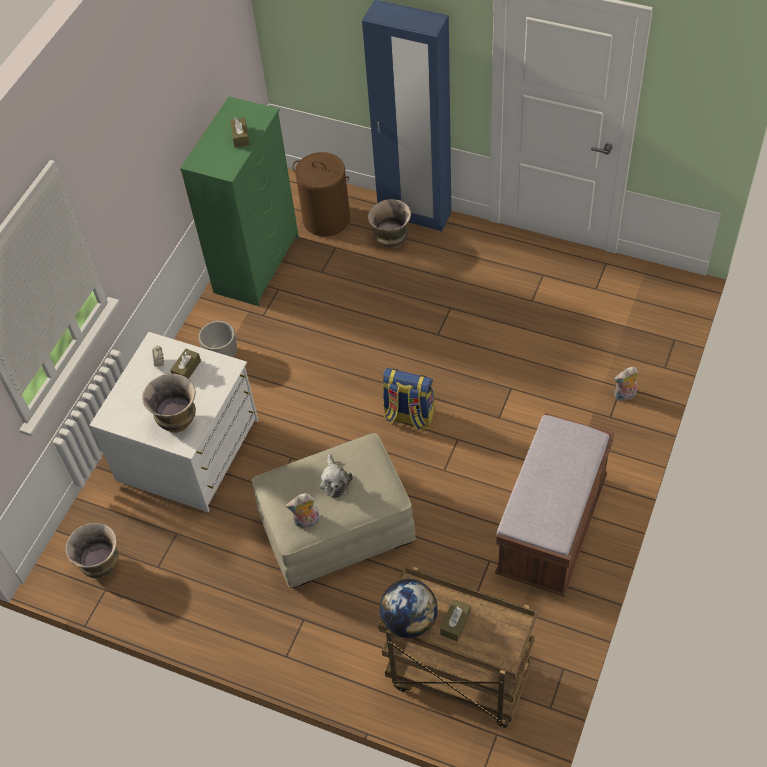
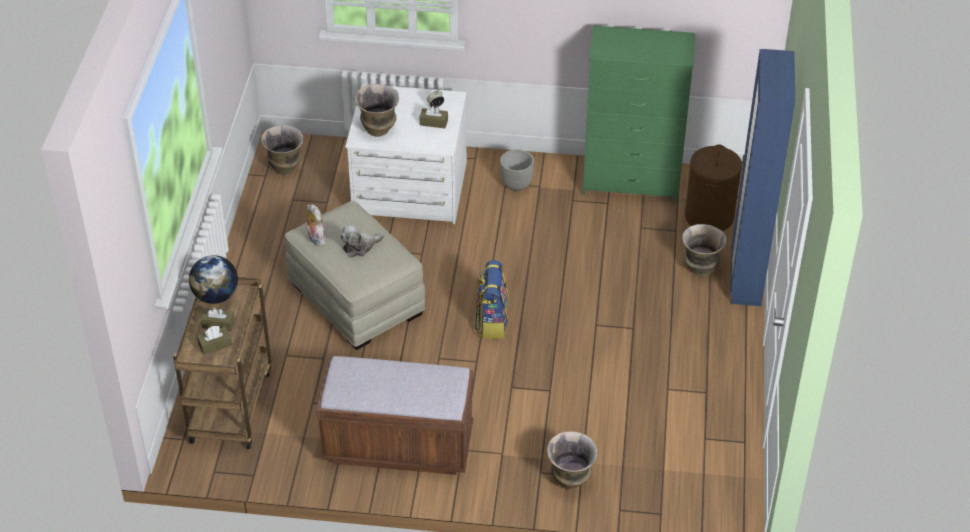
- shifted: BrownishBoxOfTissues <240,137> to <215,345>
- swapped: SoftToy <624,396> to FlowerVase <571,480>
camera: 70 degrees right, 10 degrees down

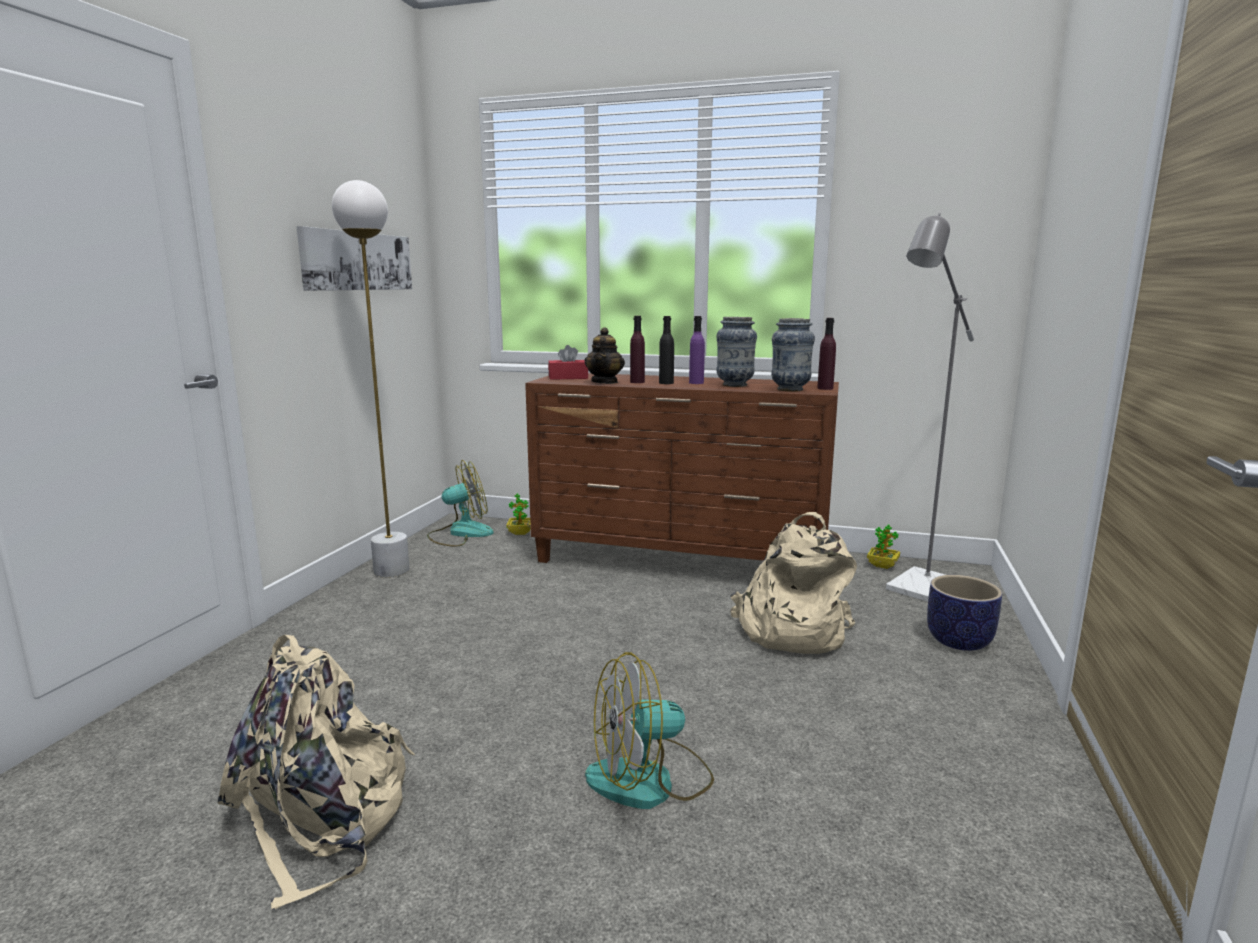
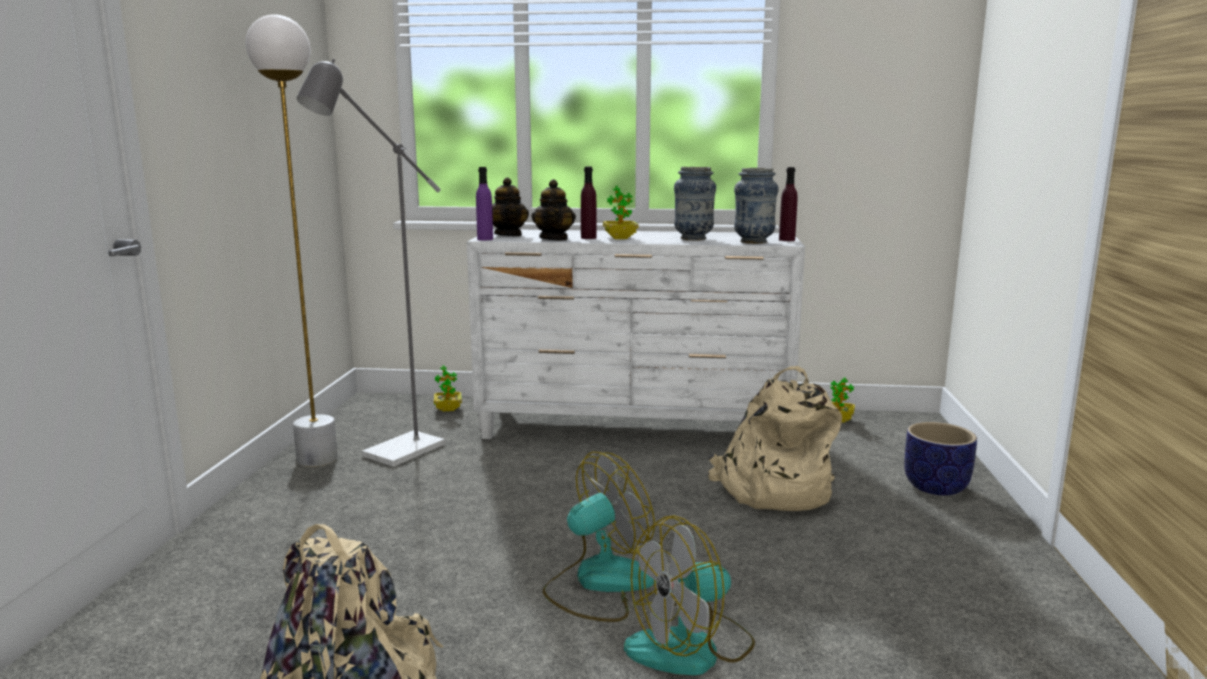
- shifted: GrayStandingLamp <915,589> to <393,455>
- gone: WallArt <357,261>
- swapped: BlackishDrinkBottle <666,383> to Houseplant <620,238>
- shifted: PurpleDrinkBottle <696,383> to <485,239>
- swapped: RedColouredBoxOfTissues <568,377> to TeaPot <508,235>
- repainted: BrownishChestOfDrawers <680,563> to WhiteColouredChestOfDrawers <635,430>
- shifted: ElectricFan <460,533> to <599,583>
camera: 10 degrees left, 0 degrees up

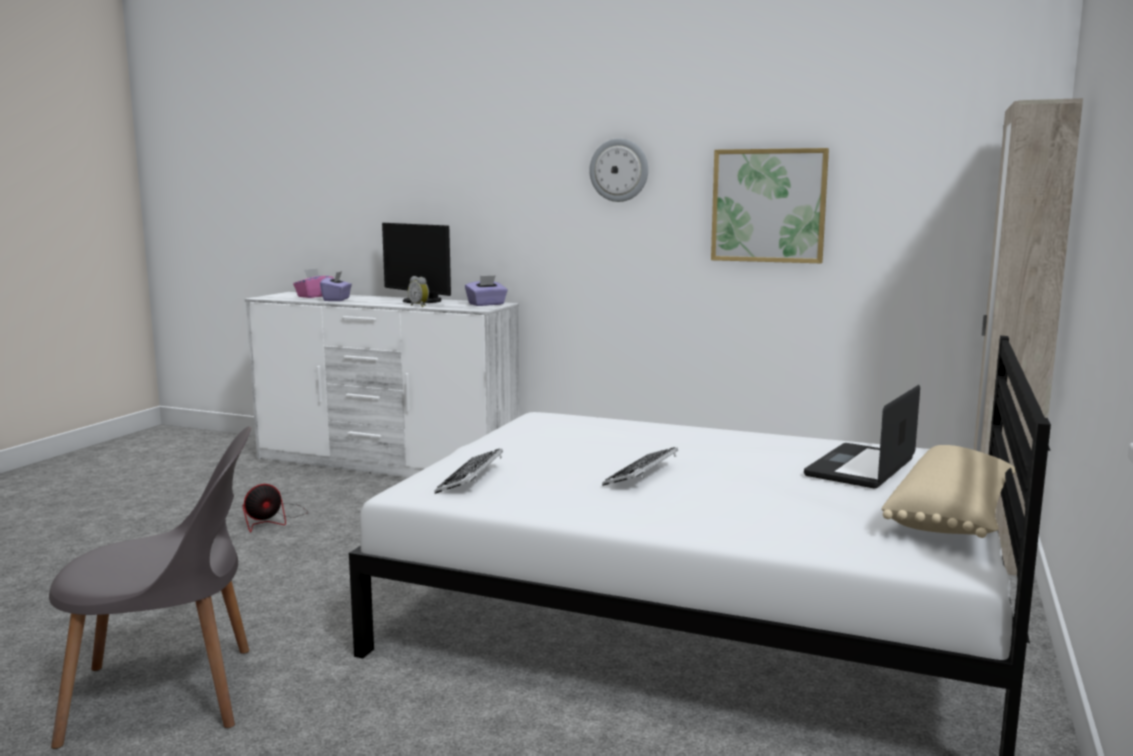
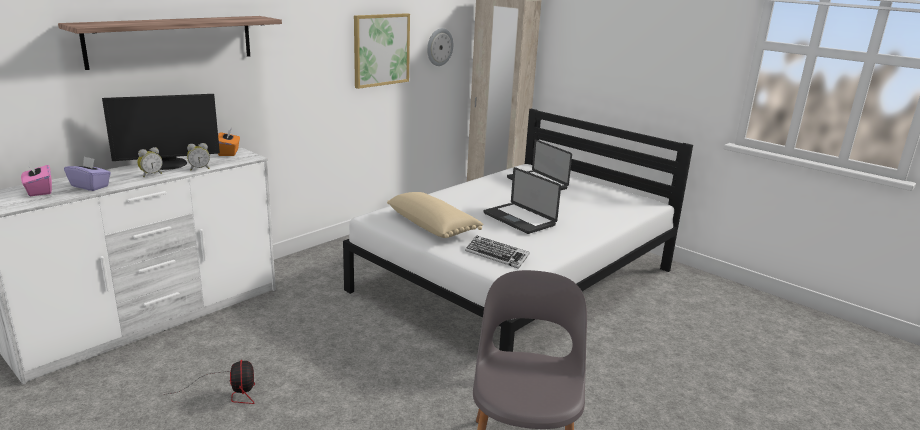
- shifted: WallClock <619,170> to <439,47>
- repainted: PurpleBoxOfTissues <486,304> to OrangeColouredBoxOfTissues <229,152>
- shifted: SandColouredCushion <953,517> to <433,226>
- swapped: Keyboard <642,474> to NotebookComputer <519,219>
- new: BracketShelf <172,41>
- new: TableClock <151,174>
camera: 70 degrees left, 10 degrees up

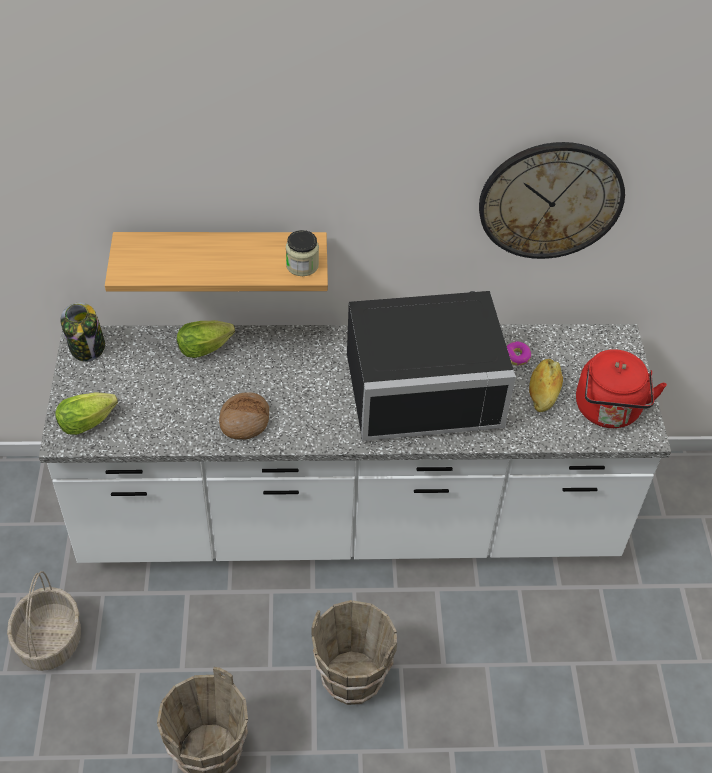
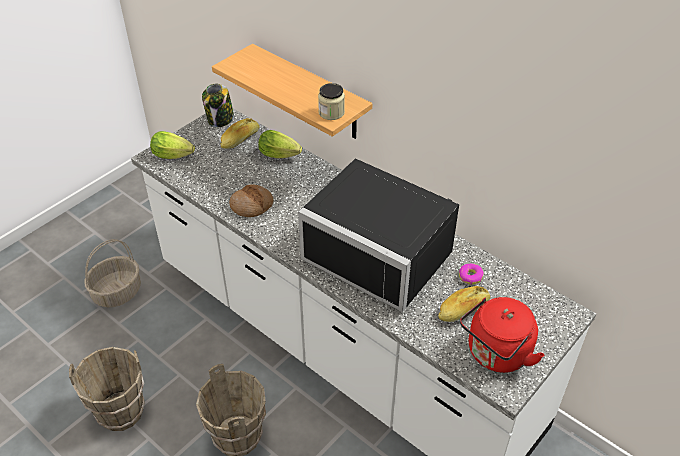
- gone: WallClock <550,200>
- new: BakedBread <240,139>
camera: 45 degrees right, 5 degrees down

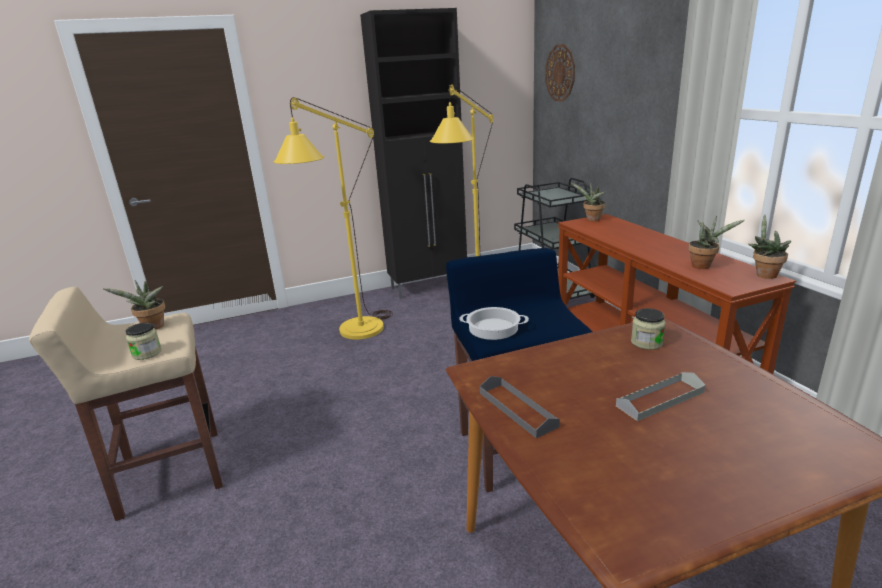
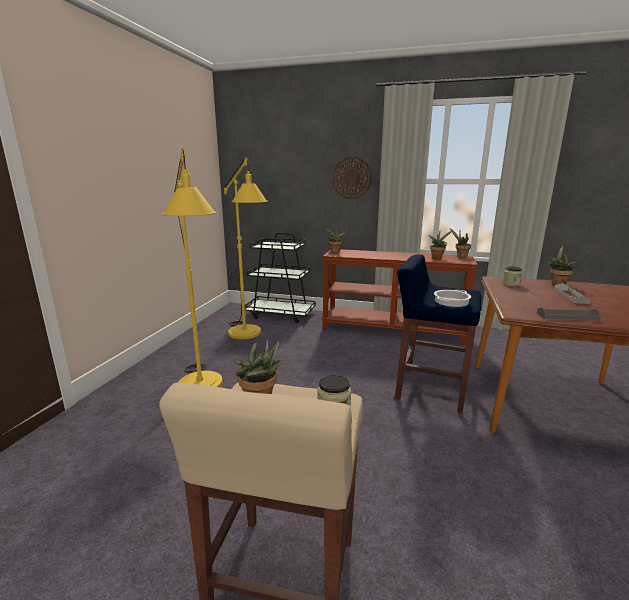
- gone: BlackishCabinet <429,287>
- shifted: WallClock <560,73> to <352,178>
- new: Houseplant <557,283>
camera: 55 degrees left, 5 degrees down

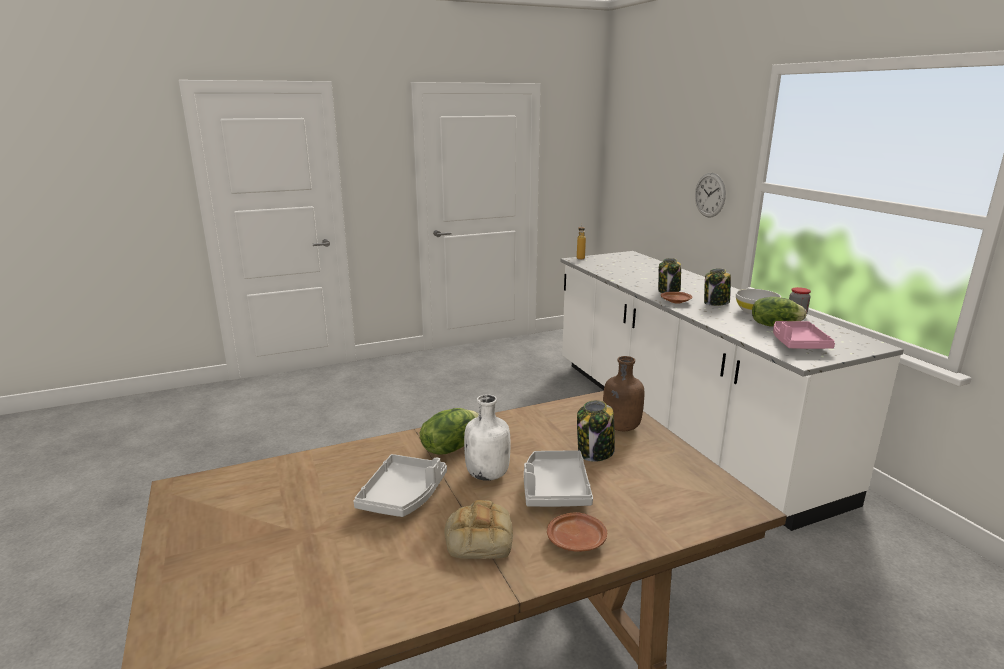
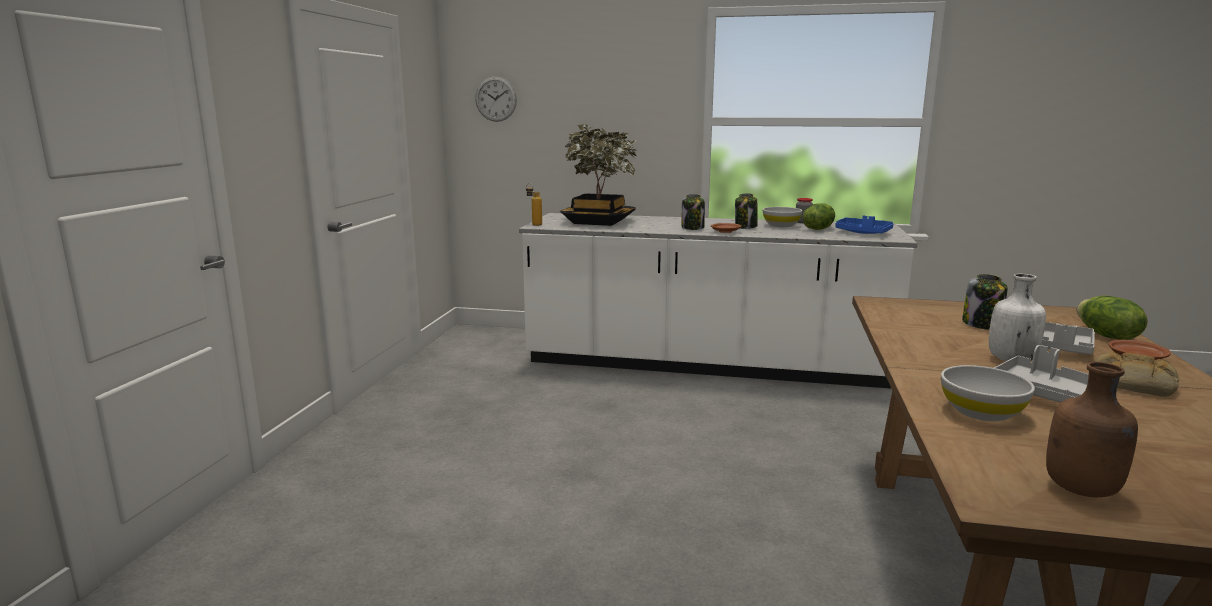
- shifted: WallClock <710,195> to <496,99>
- repainted: PinkColouredCarryingTray <797,343> to BlueCarryingTray <862,233>
- shifted: BrownishDrinkBottle <620,427> to <1082,490>
- shifted: HeadOfLettuce <450,447> to <1106,336>
- new: Houseplant <598,221>
- new: WhiteColouredServingBowl <981,412>
camera: 55 degrees left, 5 degrees down

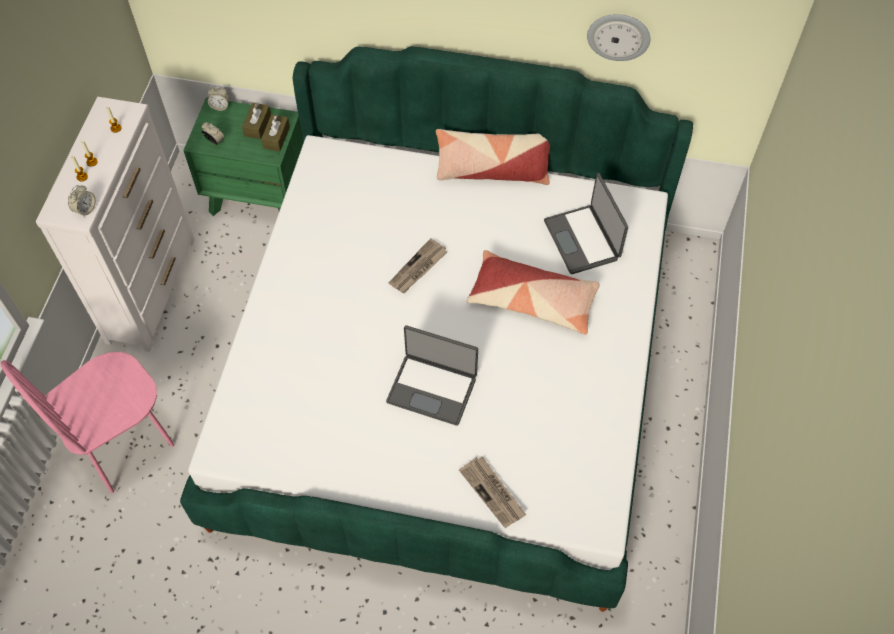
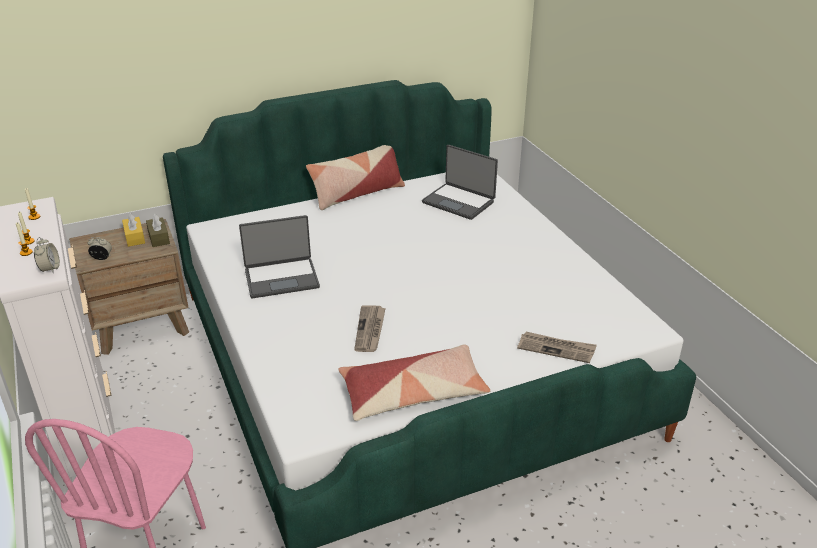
- gone: WallClock <618,36>
- gone: TableClock <220,106>
- repainted: GreenBedsideTable <259,195> to BrownishBedsideTable <142,326>
- repainted: BrownishBoxOfTissues <257,125> to YellowBoxOfTissues <134,237>
- shifted: Newspaper <418,268> to <370,330>
- shifted: Cushion <533,300> to <414,393>
- shifted: NotebookComputer <432,388> to <281,278>
camera: 35 degrees left, 25 degrees down

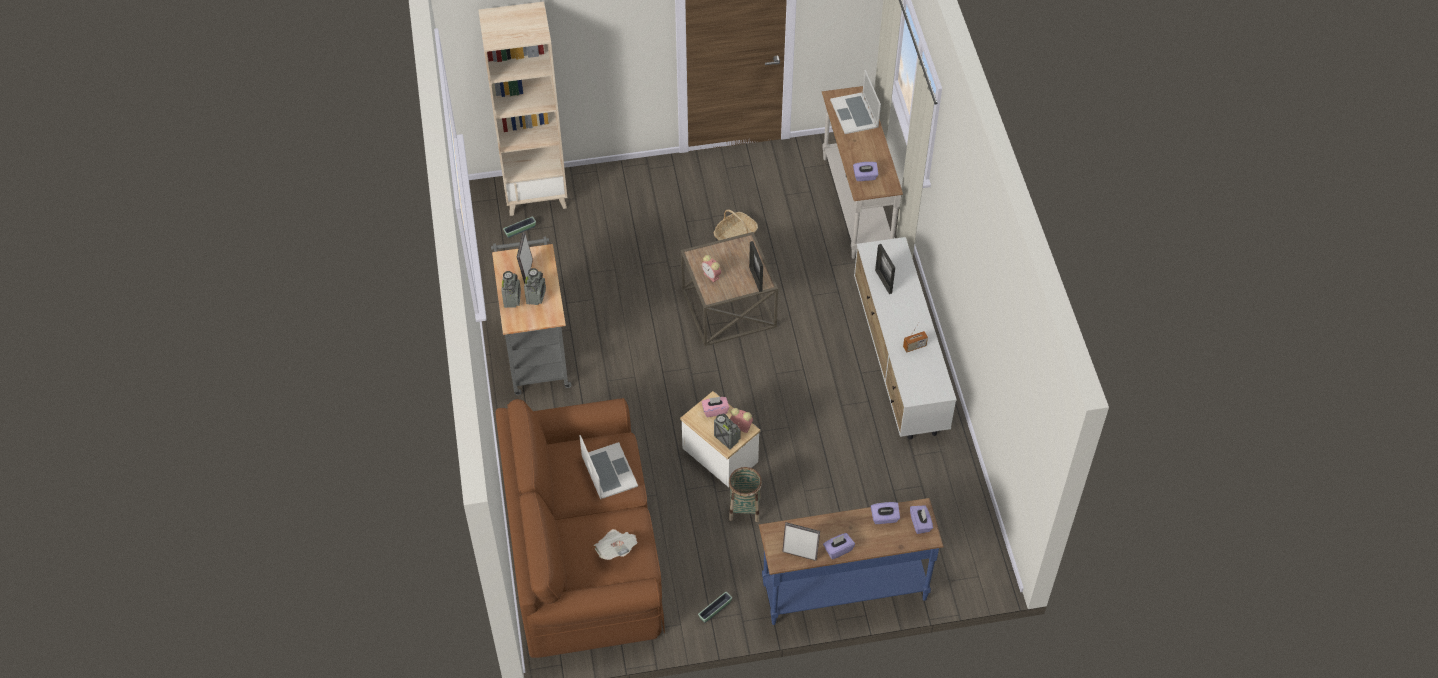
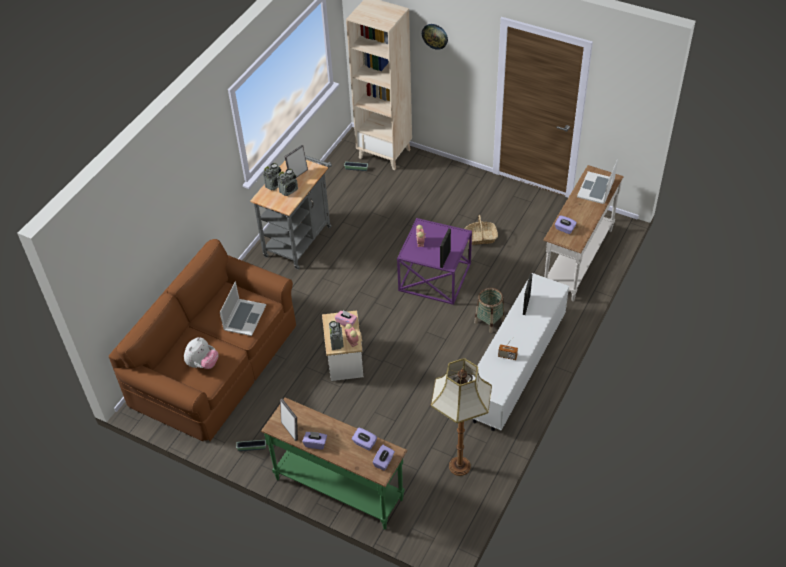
- repainted: BrownishSideTable <729,308> to PurpleSideTable <435,277>
- shifted: StorageBasket <744,508> to <489,321>
- repainted: BlueConsoleTable <844,590> to GreenConsoleTable <339,488>
- swapped: Newspaper <616,549> to SoftToy <203,364>
- new: WallClock <435,36>
- new: StandingLamp <459,465>
camera: 40 degrees right, 5 degrees down

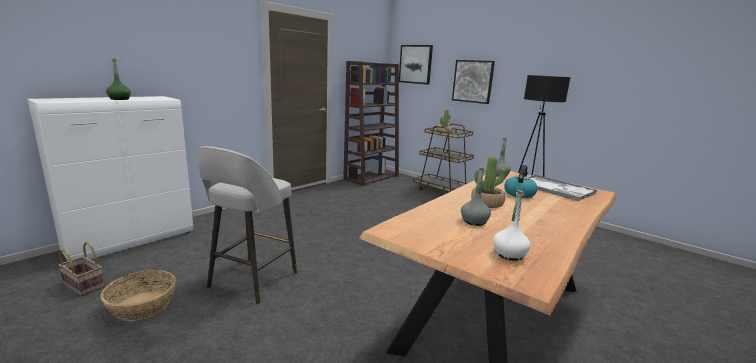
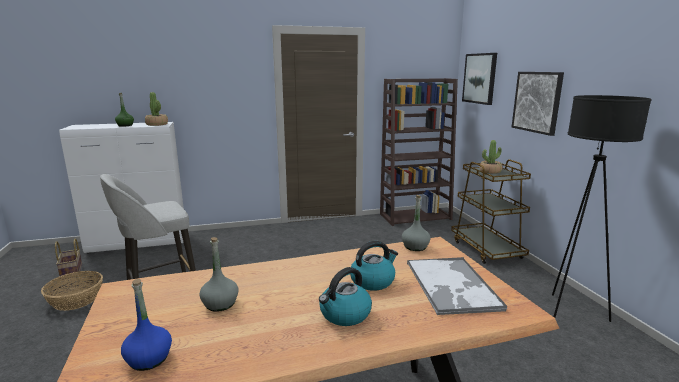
- shifted: Houseplant <487,203> to <157,124>
- repainted: WhiteColouredDrinkBottle <509,254> to BlueDrinkBottle <149,359>
- new: TeaKettle <344,314>
camera: 35 degrees right, 0 degrees up

